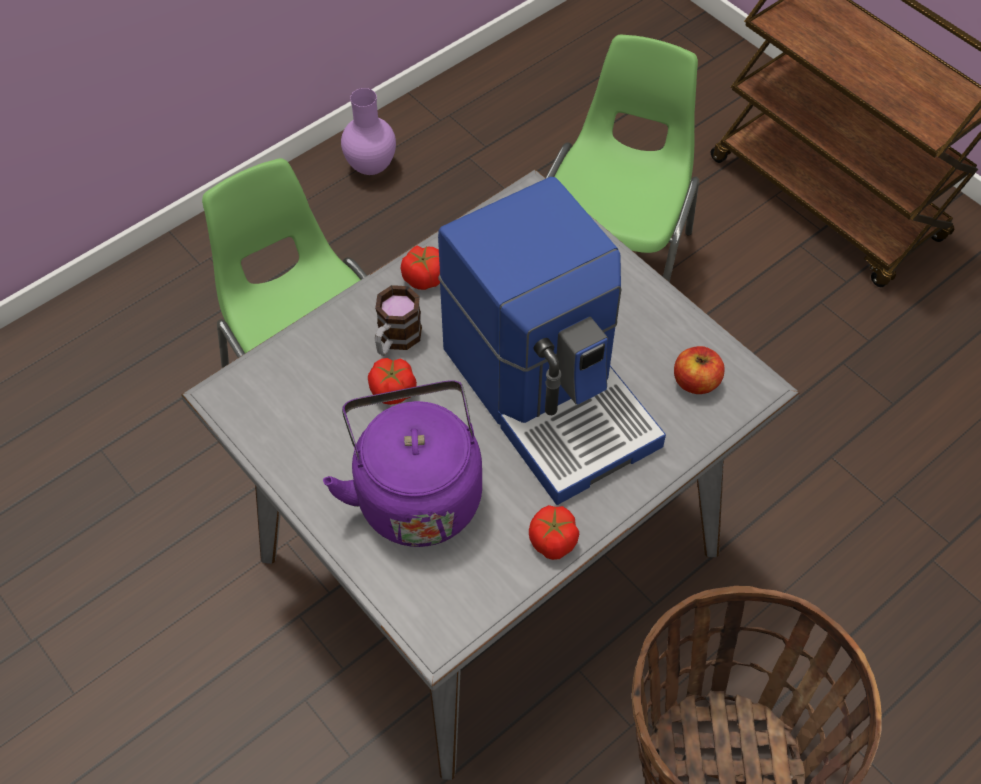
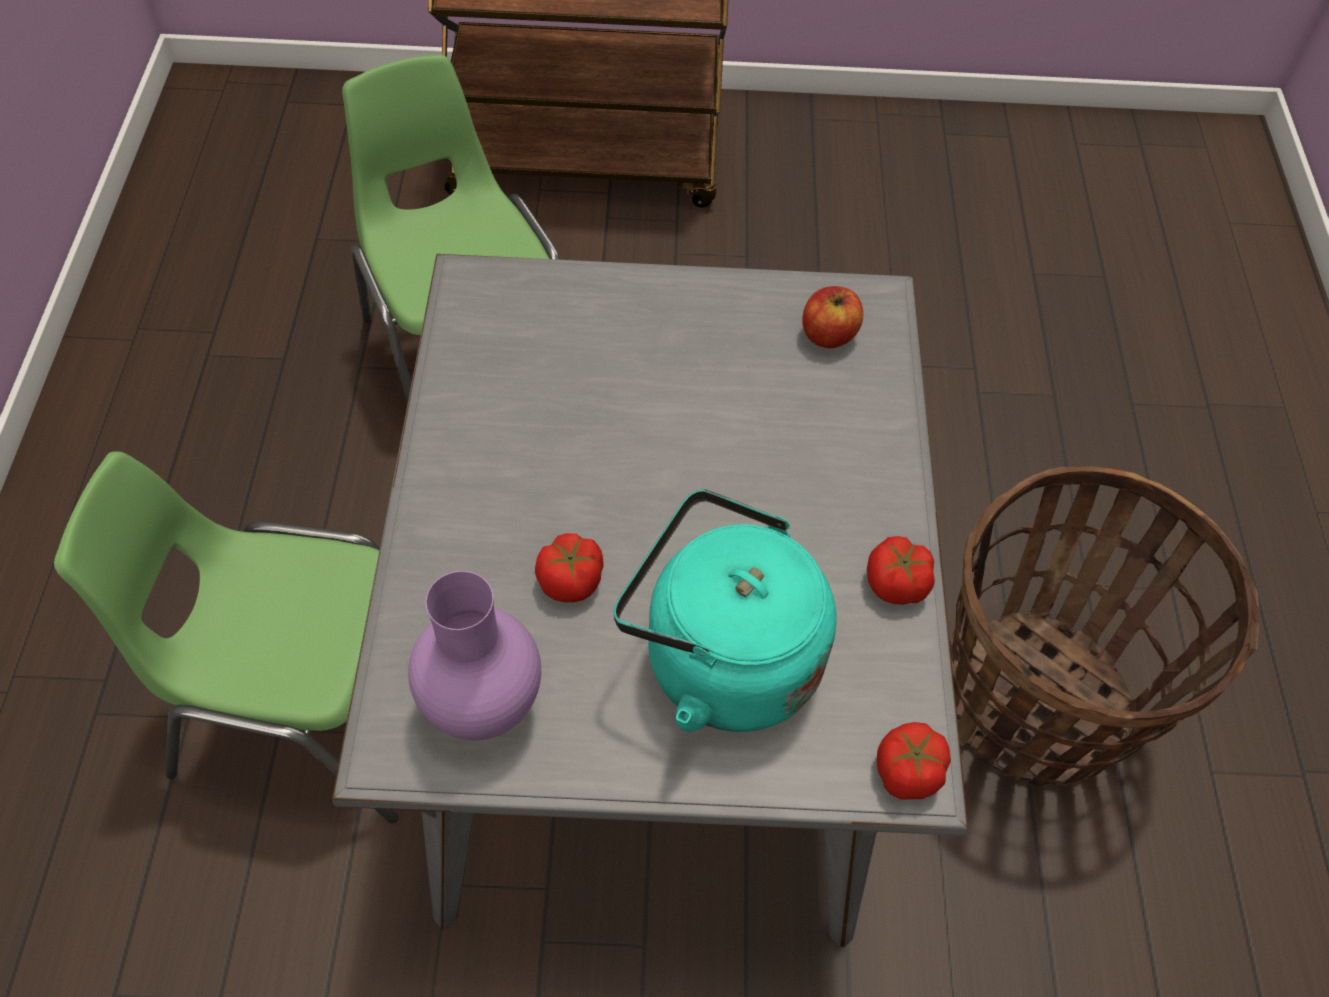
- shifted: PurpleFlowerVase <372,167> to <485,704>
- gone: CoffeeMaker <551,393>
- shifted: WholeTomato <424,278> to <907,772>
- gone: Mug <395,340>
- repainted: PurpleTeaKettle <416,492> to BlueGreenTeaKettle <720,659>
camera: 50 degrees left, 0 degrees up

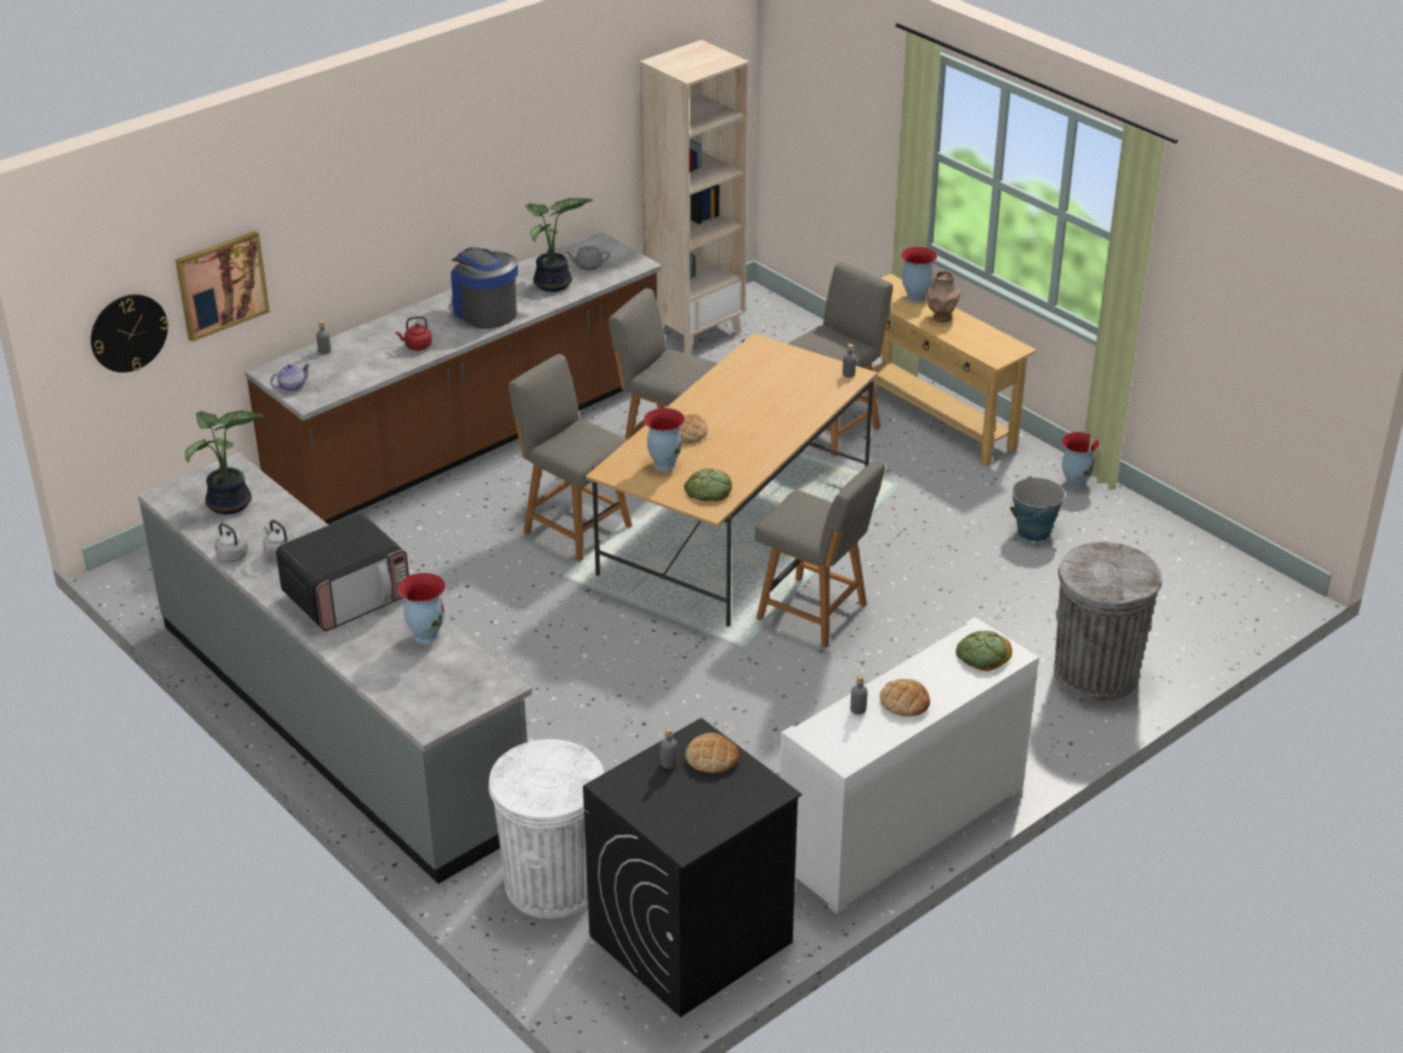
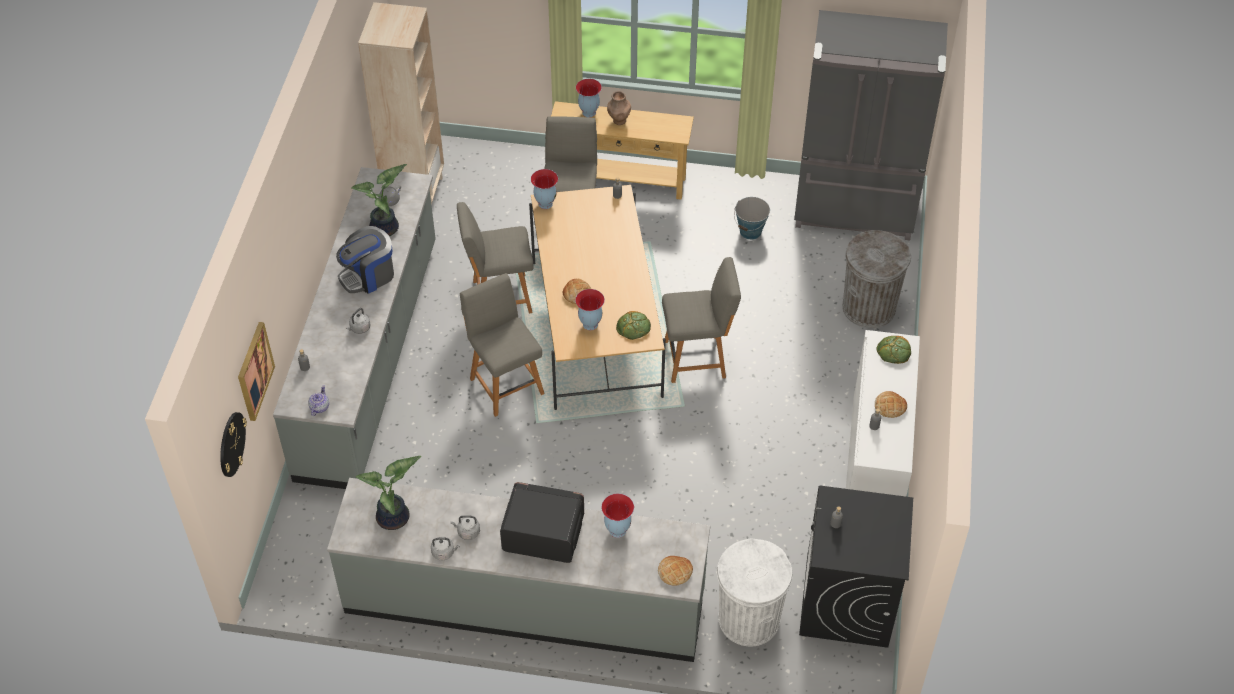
- repainted: BrownishKitchenBaseUnit <470,440> to GrayKitchenBaseUnit <370,358>
- rotated: CoffeeMaker <485,312> = <368,275> 45 degrees counterclockwise
- repainted: RedColouredTeaKettle <417,346> to GrayTeaKettle <359,328>
- rotated: GrayUprightChair <574,528> = <505,384> 60 degrees clockwise
- shifted: FlowerVase <1075,482> to <545,203>
- rotated: KitchenMicrowave <347,596> = <542,534> 90 degrees counterclockwise
- shifted: BakedBread <712,757> to <675,572>
- new: GrayFridge <855,210>
camera: 40 degrees left, 15 degrees up

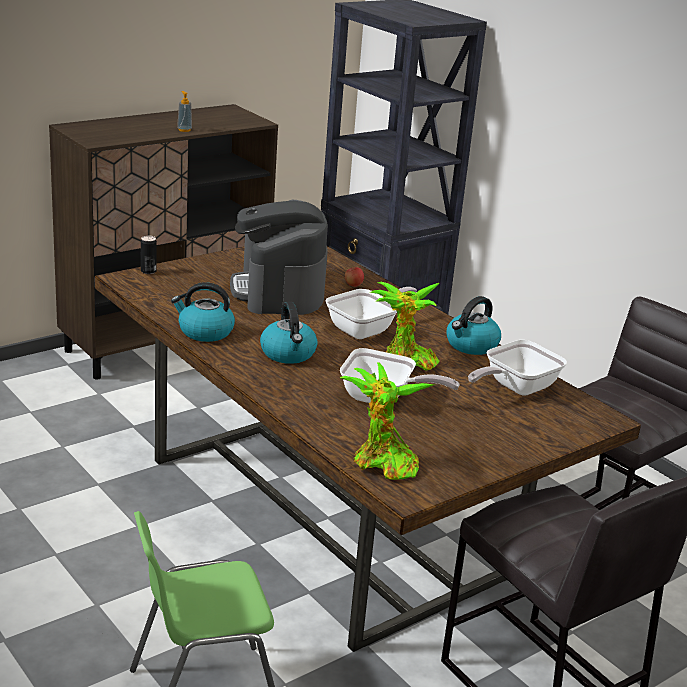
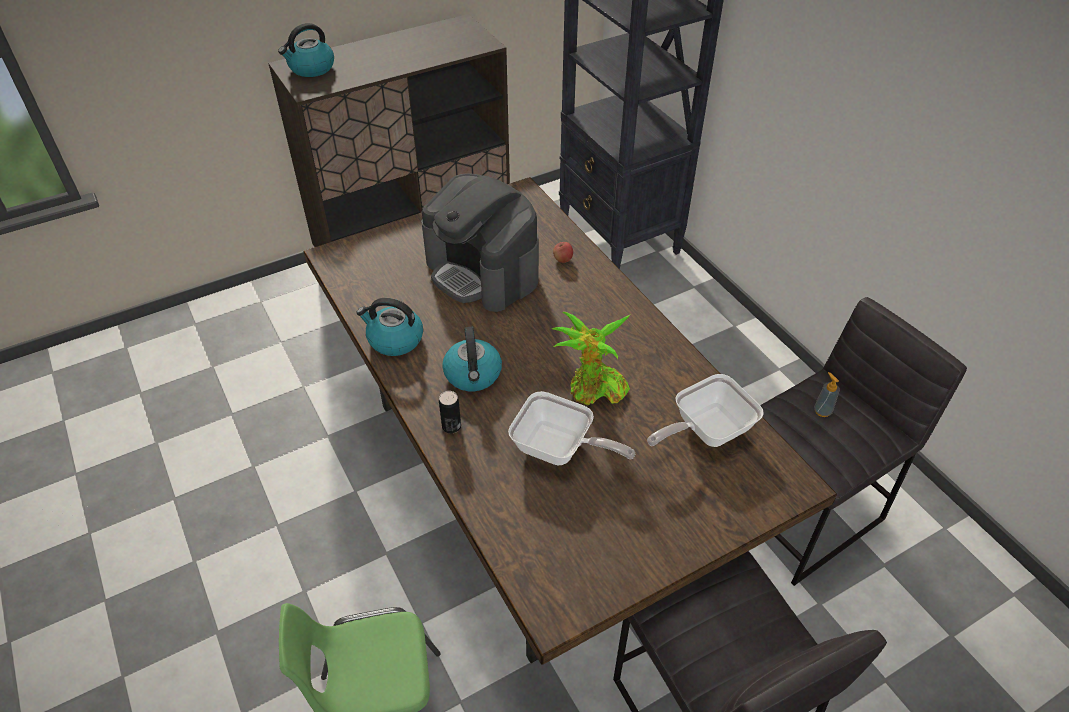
- shifted: LiquidSoapBottle <184,130> to <822,411>
- rotated: CoffeeMaker <279,291> = <483,272> 45 degrees counterclockwise
- shifted: SealedCan <148,271> to <451,426>
- gone: FryingPan <366,329>
- shifted: TeaKettle <471,345> to <311,68>
- gone: Houseplant <381,464>
camera: 10 degrees right, 20 degrees up

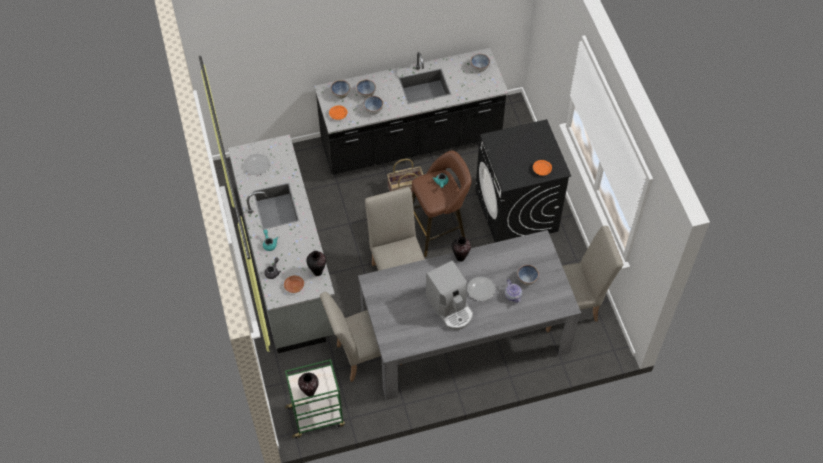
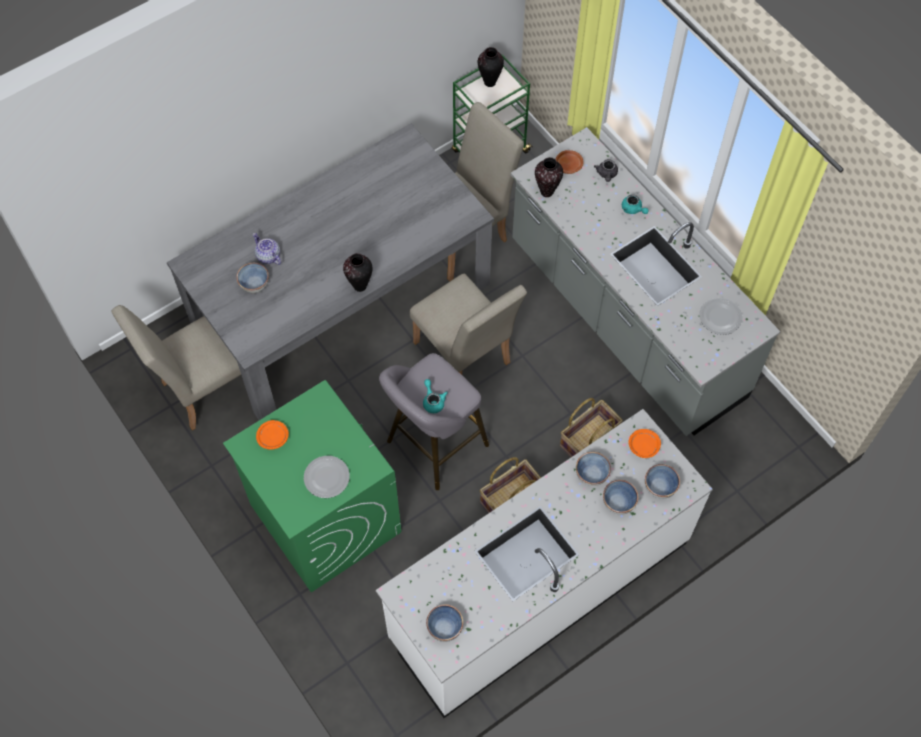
- repainted: BlackishKitchenBaseUnit <411,142> to WhiteColouredKitchenBaseUnit <538,589>
- repainted: BlackishWashingMachine <516,211> to GreenWashingMachine <324,518>
- repainted: BrownishStoolSeat <439,229> to GrayStoolSeat <433,447>
- gone: CoffeeMaker <450,308>
- shifted: FlatDish <480,289> to <327,478>
- new: StorageBasket <588,439>
camera: 160 degrees right, 5 degrees up

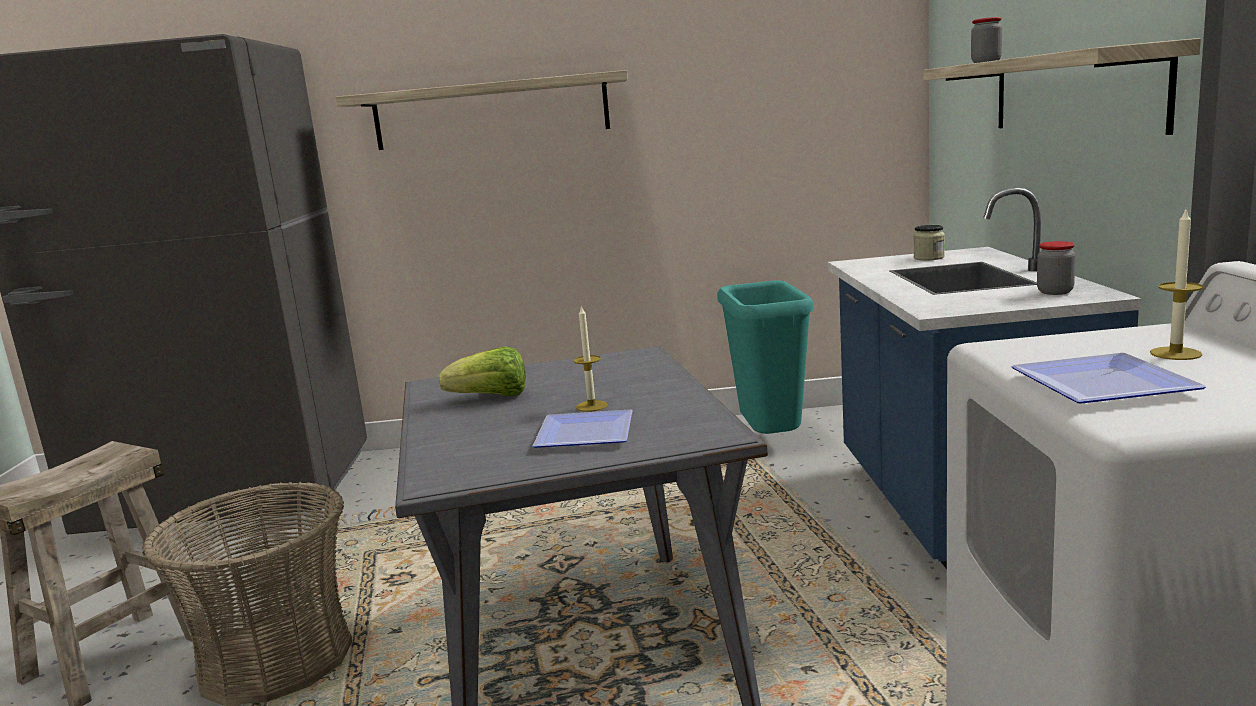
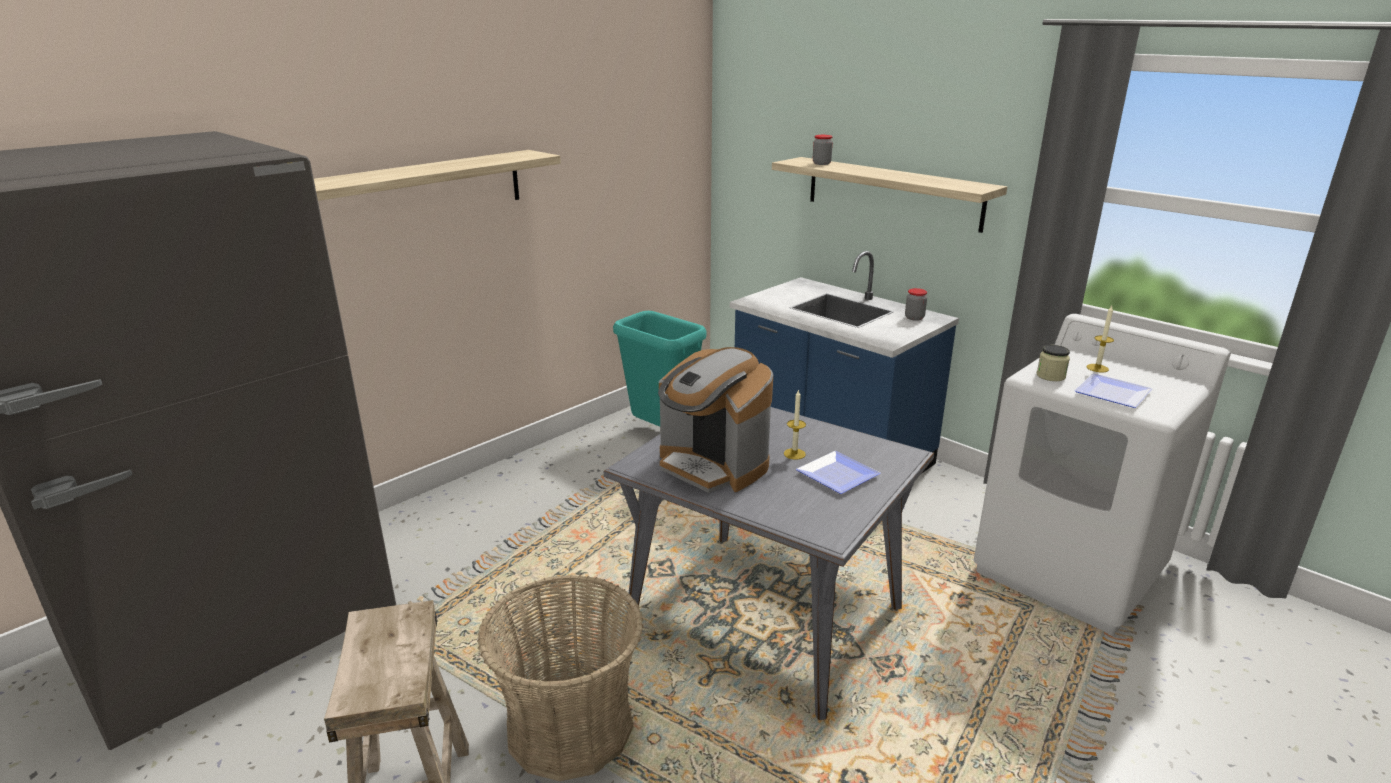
- shifted: StorageJar <929,258> to <1050,376>
- swapped: HeadOfLettuce <491,397> to CoffeeMaker <713,465>
camera: 45 degrees left, 10 degrees up

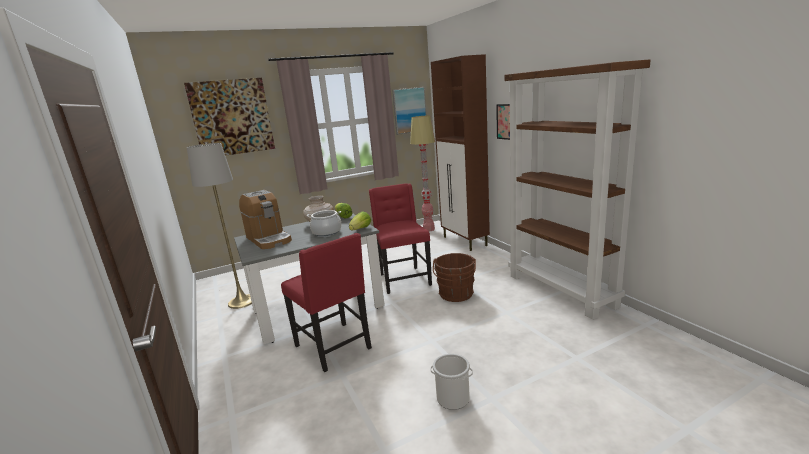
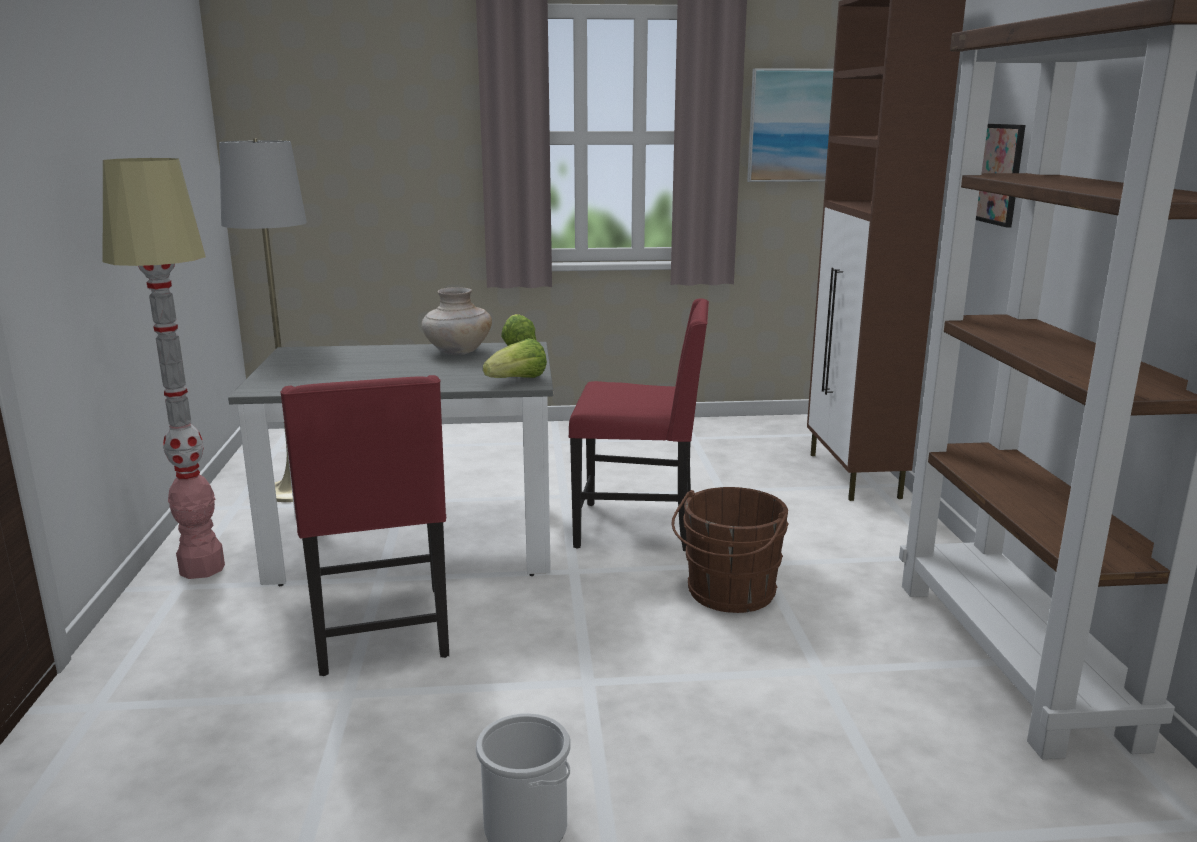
- gone: WallArt <232,117>
- shifted: StandingLamp <428,229> to <202,568>
- rotated: RedColouredUprightChair <403,279> = <639,528> 90 degrees clockwise
- gone: CoffeeMaker <269,239>
- gone: CookingPot <326,232>
camera: 20 degrees right, 0 degrees up

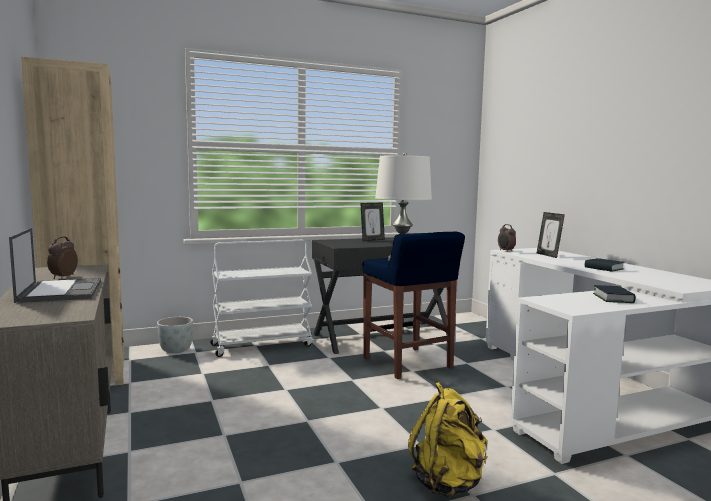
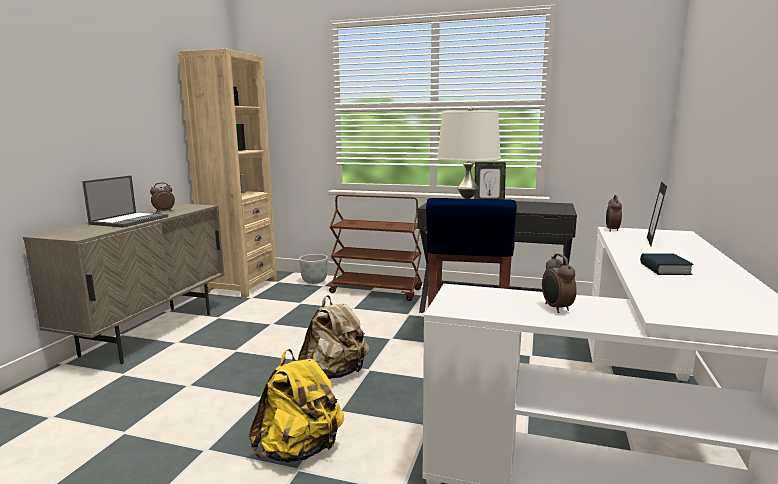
- repainted: WhiteColouredCart <262,345> to BrownishCart <377,291>
- swapped: Volume <613,298> to TableClock <556,308>
- new: SandColouredBackpack <335,374>
camera: 40 degrees right, 5 degrees up

